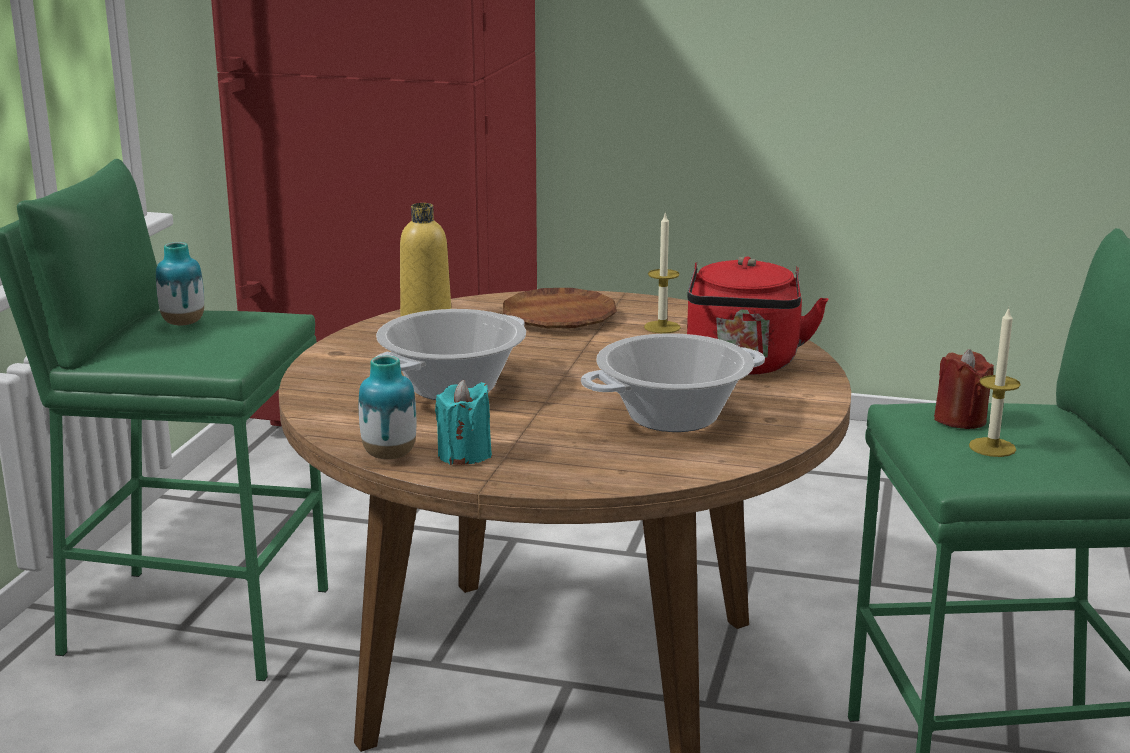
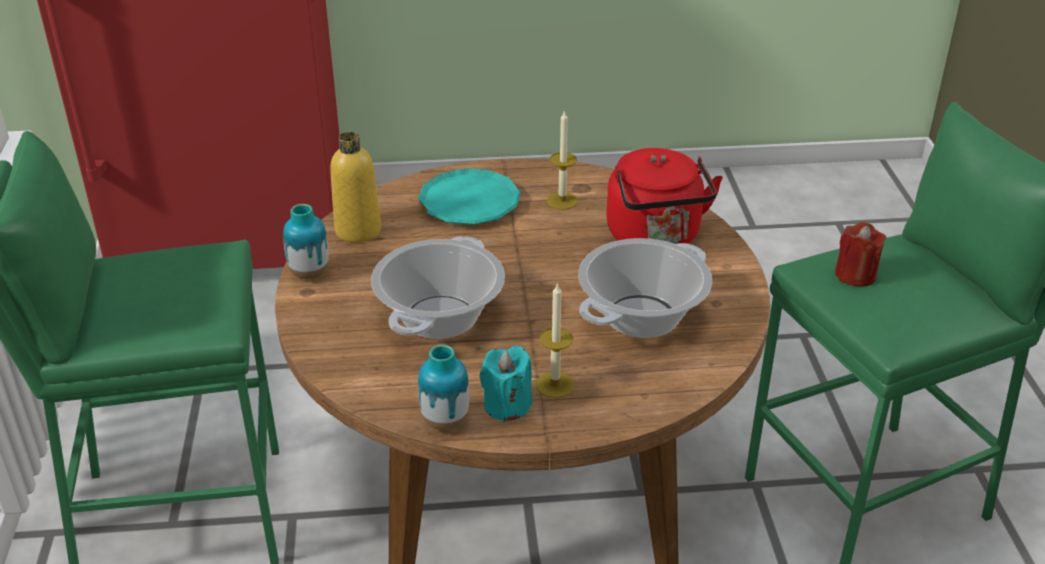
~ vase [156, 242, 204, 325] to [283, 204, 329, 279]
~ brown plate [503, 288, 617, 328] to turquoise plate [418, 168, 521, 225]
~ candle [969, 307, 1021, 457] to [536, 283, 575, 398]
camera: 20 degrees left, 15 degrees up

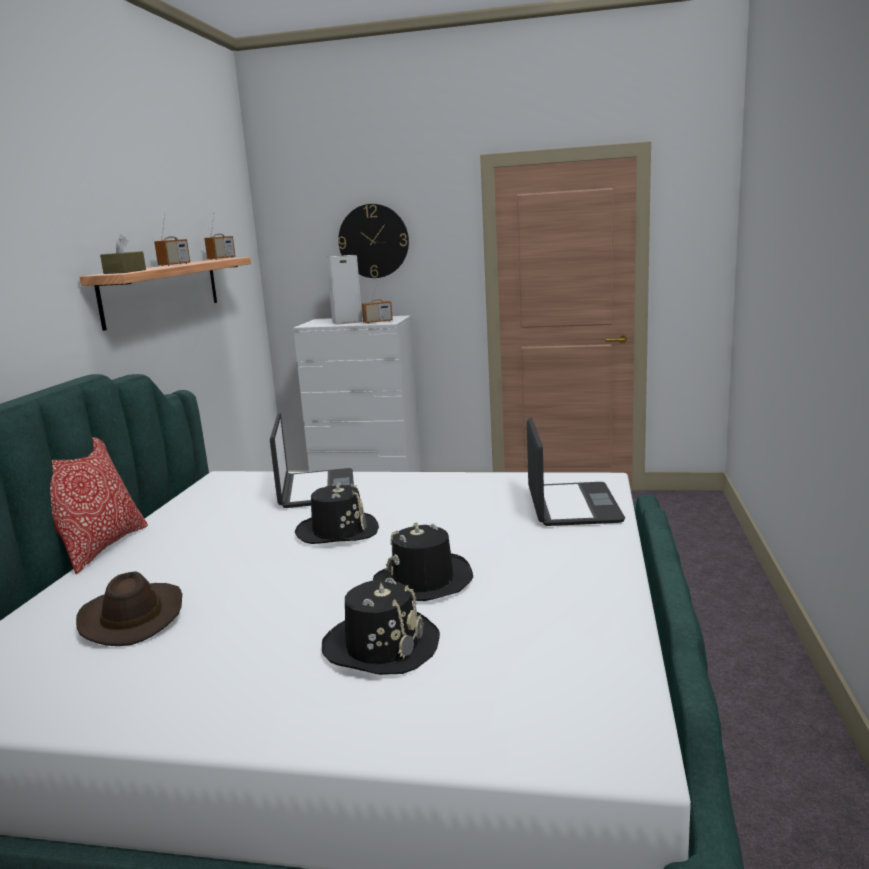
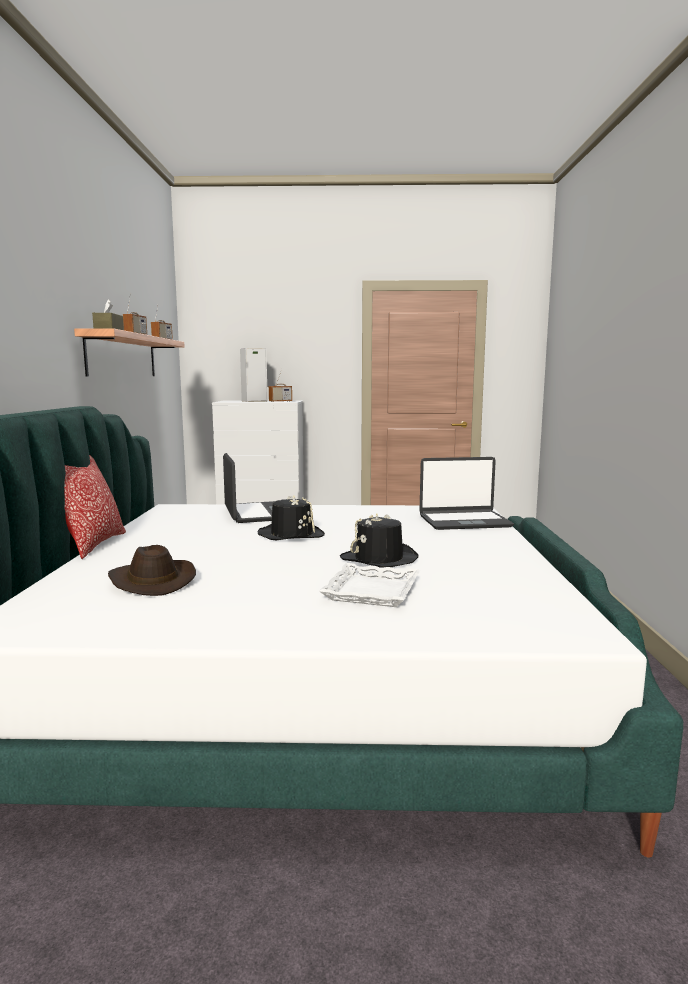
~ black hat [322, 577, 440, 675] to white tray [319, 563, 420, 607]
- wall clock [338, 204, 409, 278]
~ laptop [527, 418, 625, 526] = [419, 457, 514, 530] 90 degrees clockwise
camera: 10 degrees left, 5 degrees down

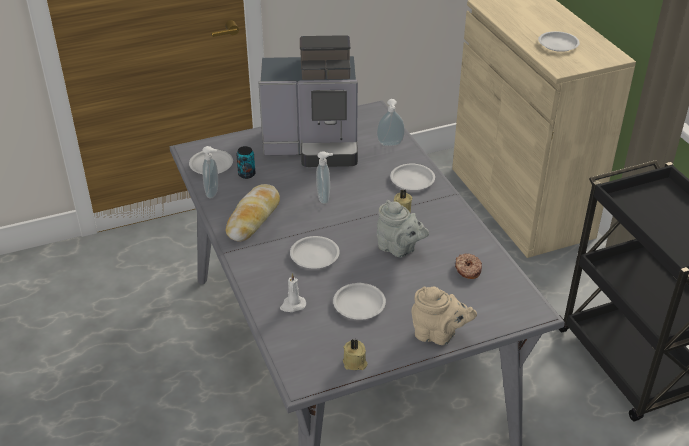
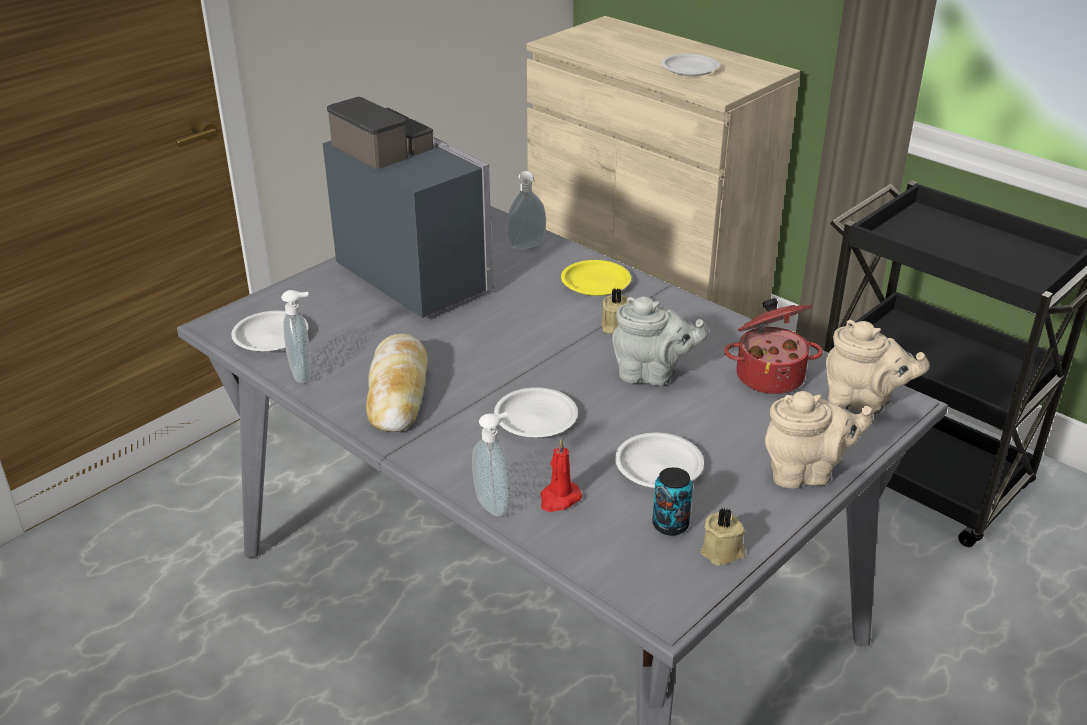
~ can [236, 146, 255, 179] to [652, 467, 693, 536]
~ coffee machine [259, 35, 358, 167] = [323, 97, 493, 318] 105 degrees counterclockwise
~ white candle [280, 273, 306, 312] to red candle [540, 438, 582, 512]
~ soap dispenser [316, 151, 333, 204] to [472, 412, 511, 517]
~ white plate [390, 164, 435, 190] to yellow plate [561, 260, 631, 296]
~ donut [455, 253, 482, 279] to cooking pot [724, 298, 823, 394]
+ beige teapot [826, 320, 930, 415]
camera: 25 degrees left, 5 degrees down

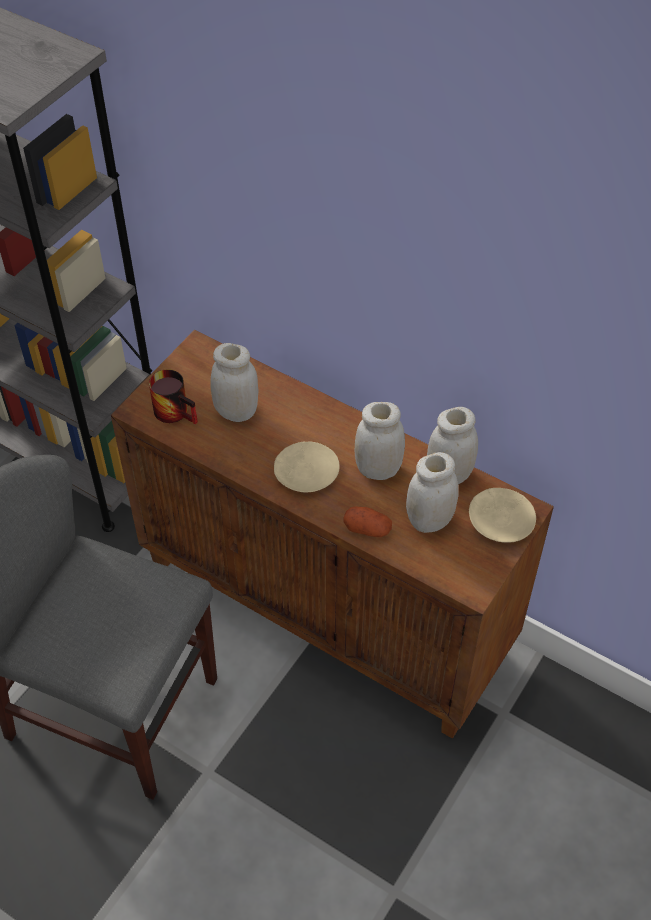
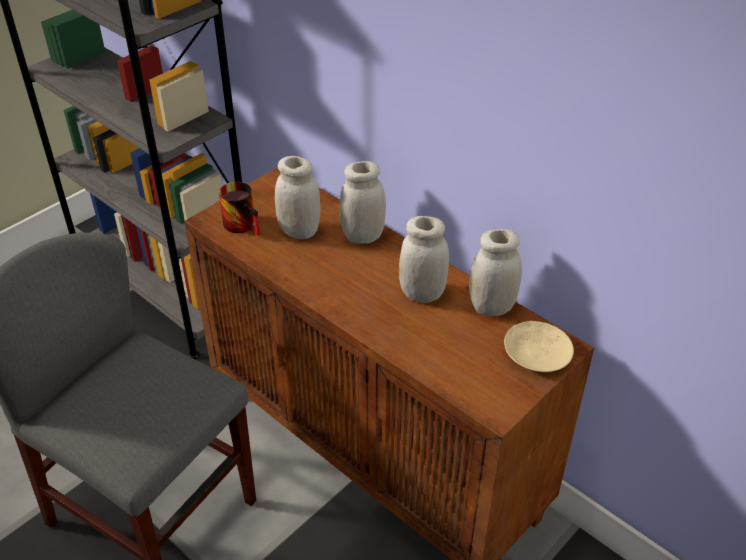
- beige plate [274, 441, 340, 492]
- potato [343, 506, 392, 537]
~ white jar [406, 452, 459, 533] to [339, 161, 386, 244]
camera: 10 degrees right, 10 degrees down

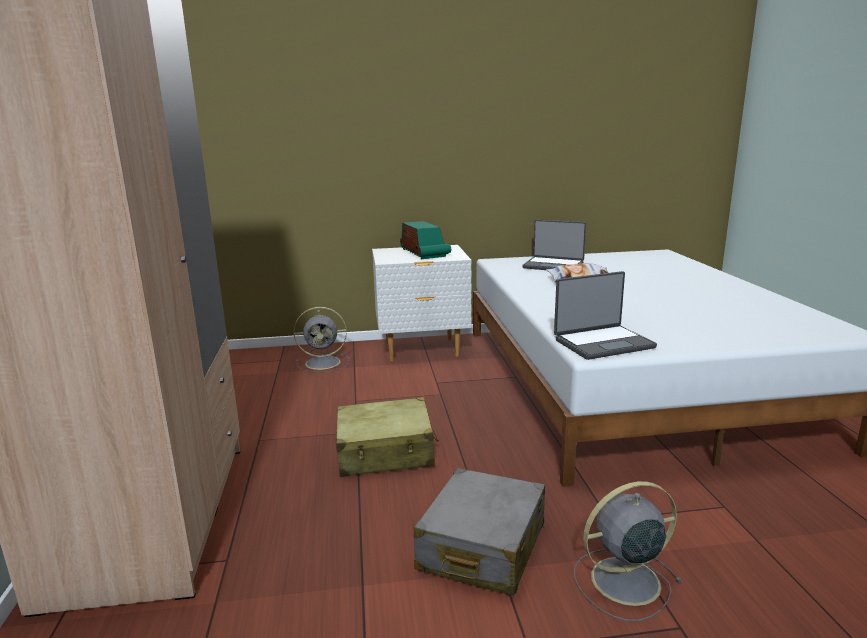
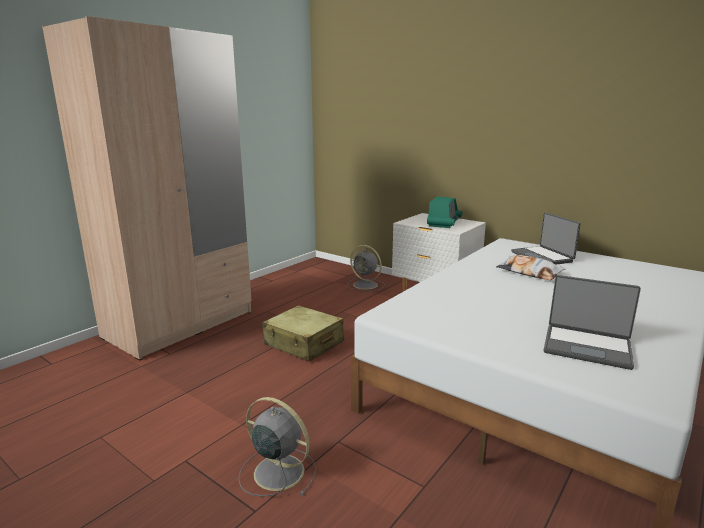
- grey suitcase [414, 468, 545, 596]
~ laptop [554, 271, 657, 360] to [544, 275, 641, 370]
camera: 45 degrees right, 0 degrees up

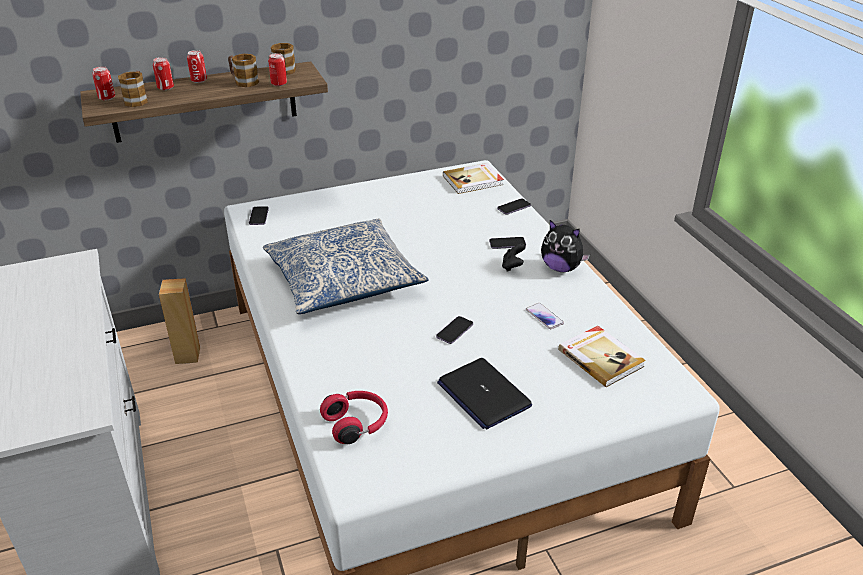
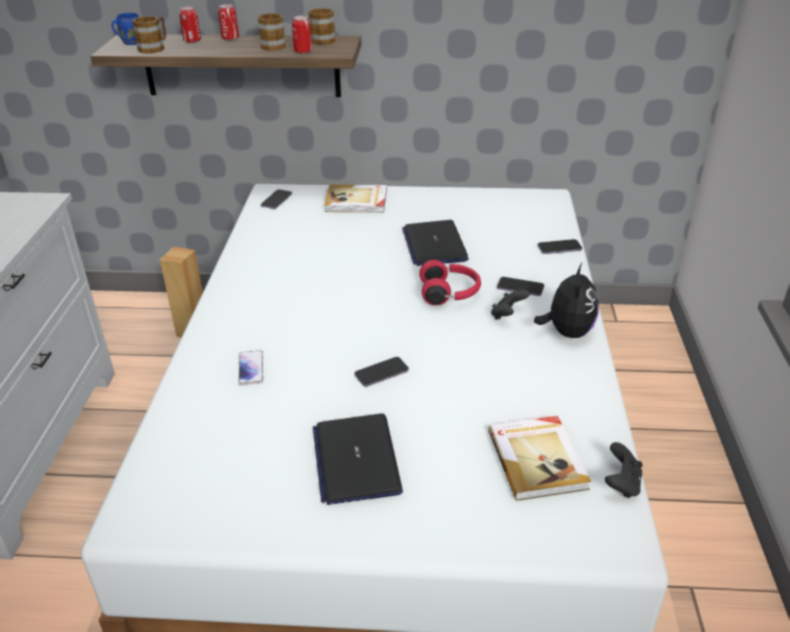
~ can [92, 66, 115, 100] to blue mug [111, 13, 139, 45]
- pillow [263, 219, 429, 314]
~ red headphones [320, 391, 388, 444] to [420, 260, 481, 305]
~ book [443, 163, 504, 194] to [324, 184, 387, 213]
~ phone [526, 303, 564, 329] to [238, 350, 263, 385]
~ plush toy [541, 220, 590, 272] = [534, 263, 599, 338] 135 degrees counterclockwise
+ laptop [402, 220, 469, 266]
+ black game controller [605, 442, 643, 498]
camera: 25 degrees right, 0 degrees up

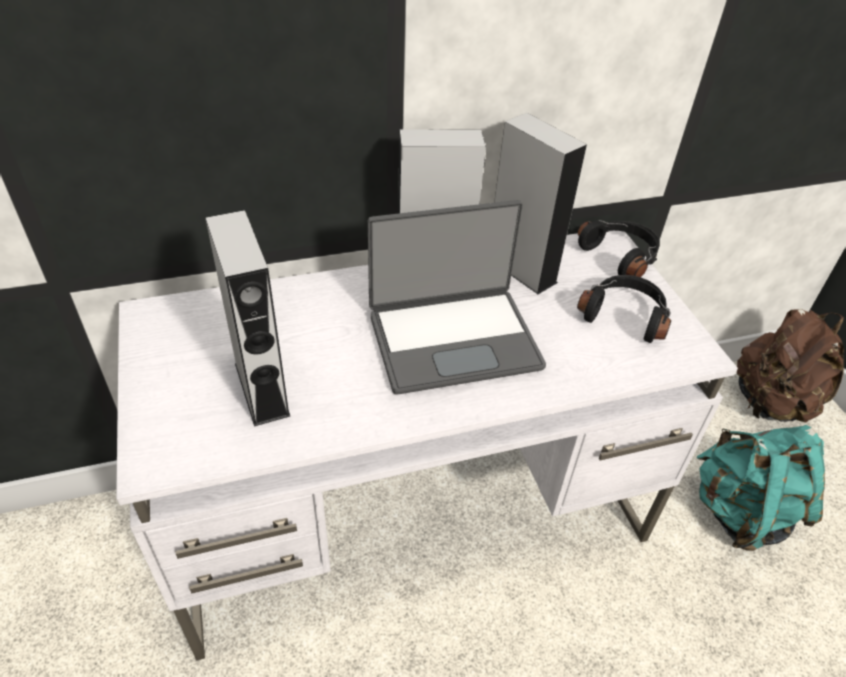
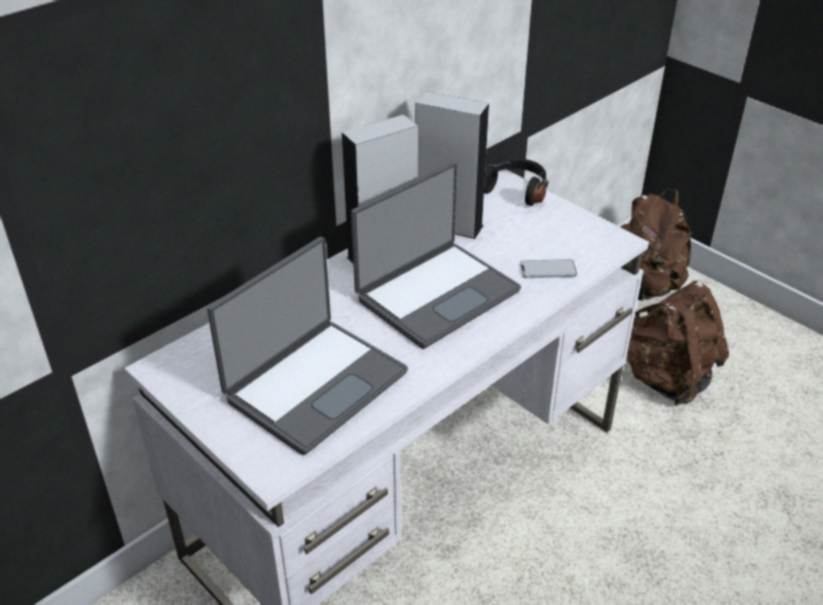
~ grey speaker [205, 210, 290, 426] to laptop [207, 237, 408, 455]
- black headphones [577, 275, 671, 343]
~ turquoise backpack [697, 425, 825, 551] to brown backpack [627, 281, 729, 406]
+ phone [520, 259, 577, 278]
camera: 25 degrees left, 5 degrees down

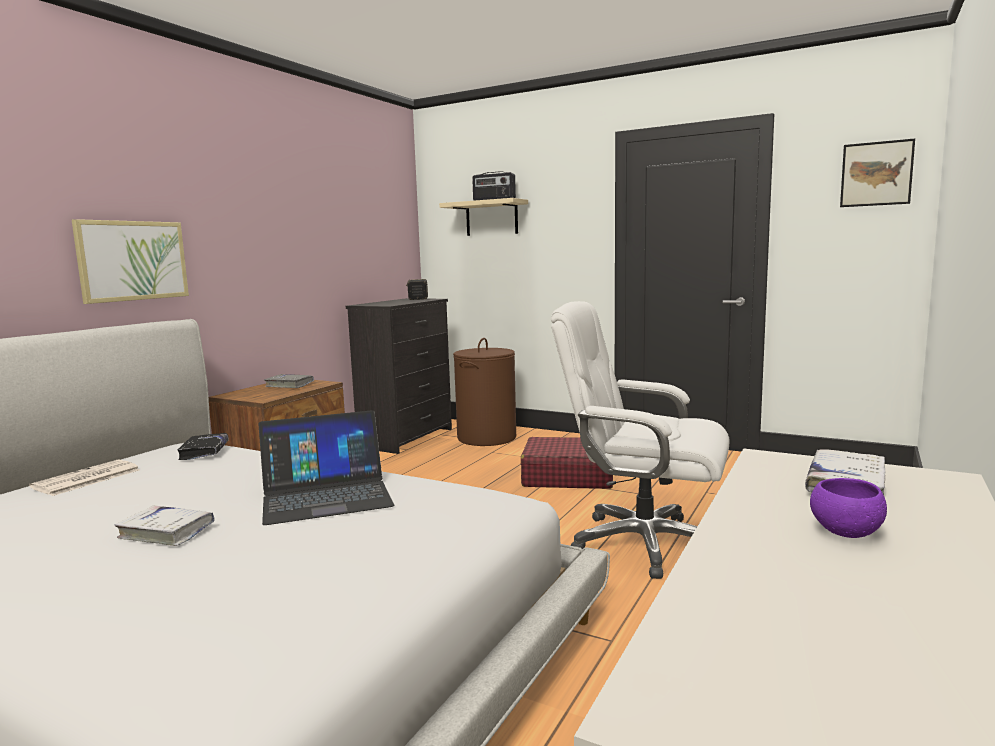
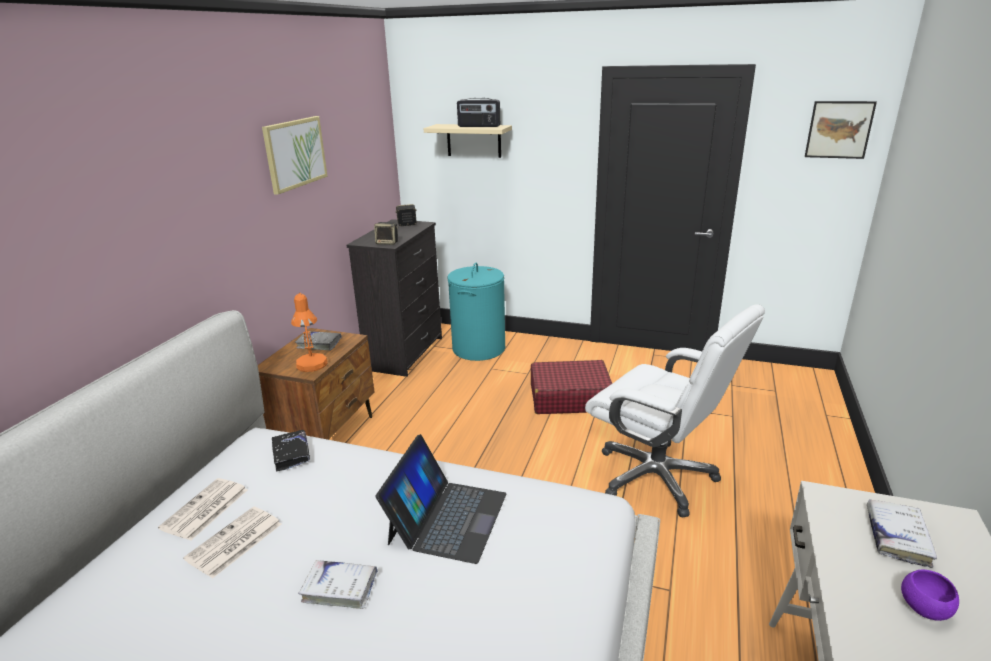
~ picture [72, 219, 189, 304] to [262, 116, 328, 195]
~ laptop [258, 410, 394, 525] = [376, 434, 506, 564] 45 degrees counterclockwise
~ brown laundry basket [453, 338, 516, 446] to turquoise laundry basket [447, 263, 505, 361]
~ white office chair [551, 301, 729, 579] = [585, 305, 765, 517] 150 degrees counterclockwise
+ newspaper [183, 507, 281, 579]
+ orange table lamp [291, 293, 328, 372]
+ speaker [374, 222, 398, 245]
camera: 10 degrees left, 15 degrees up

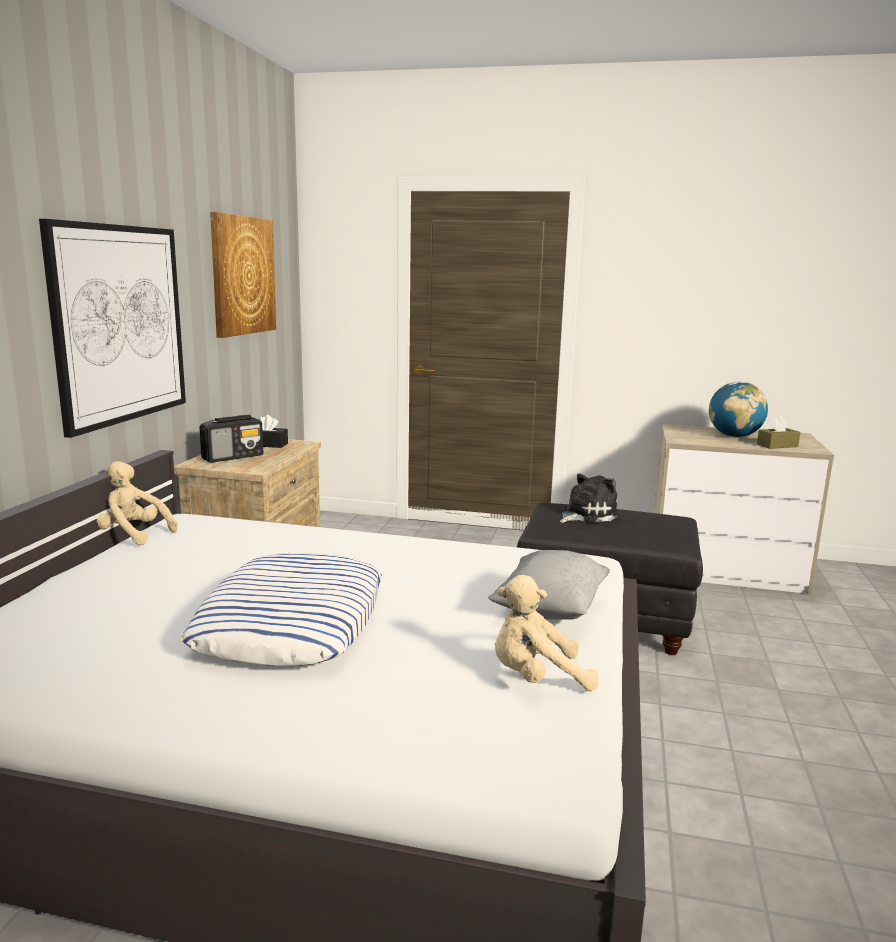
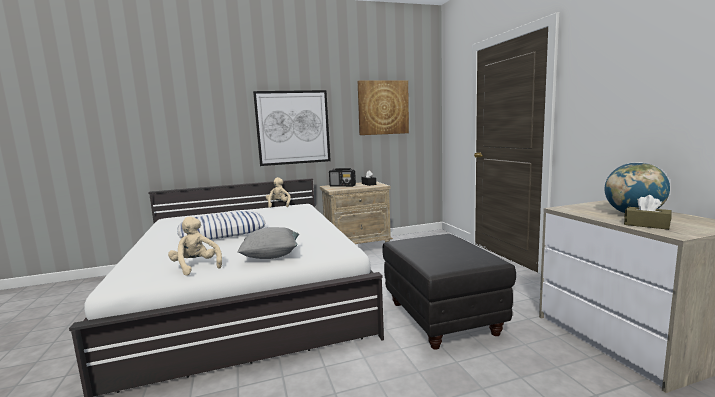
- plush toy [560, 474, 619, 523]
camera: 60 degrees right, 5 degrees down

